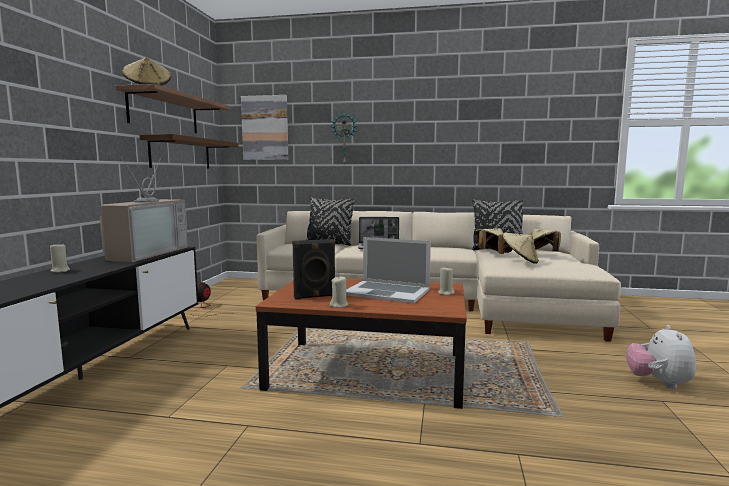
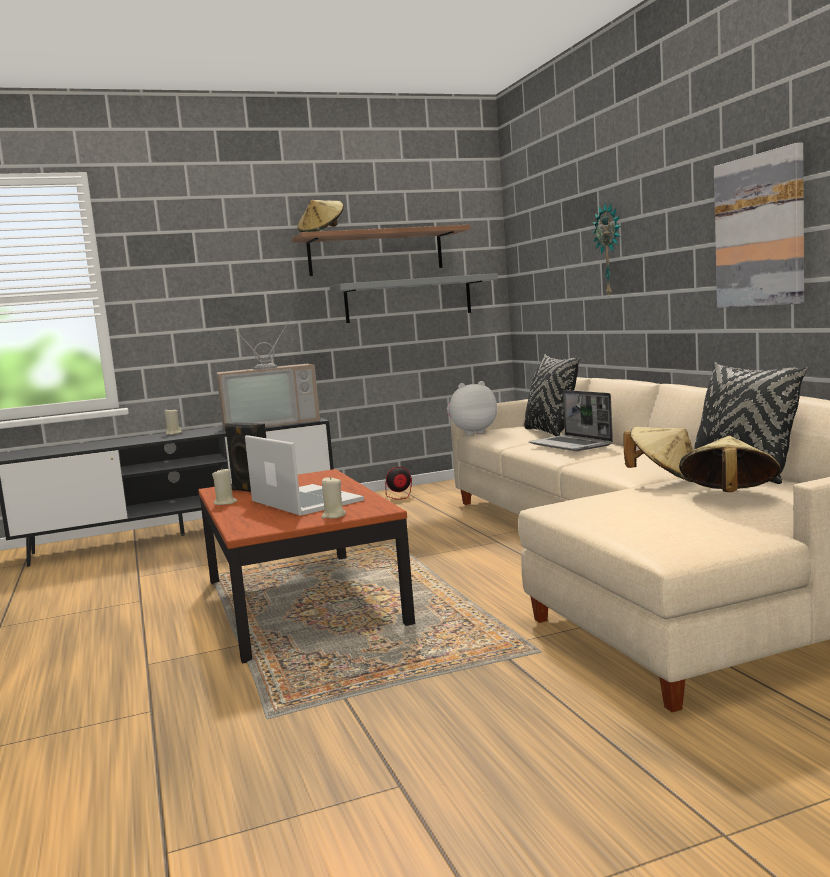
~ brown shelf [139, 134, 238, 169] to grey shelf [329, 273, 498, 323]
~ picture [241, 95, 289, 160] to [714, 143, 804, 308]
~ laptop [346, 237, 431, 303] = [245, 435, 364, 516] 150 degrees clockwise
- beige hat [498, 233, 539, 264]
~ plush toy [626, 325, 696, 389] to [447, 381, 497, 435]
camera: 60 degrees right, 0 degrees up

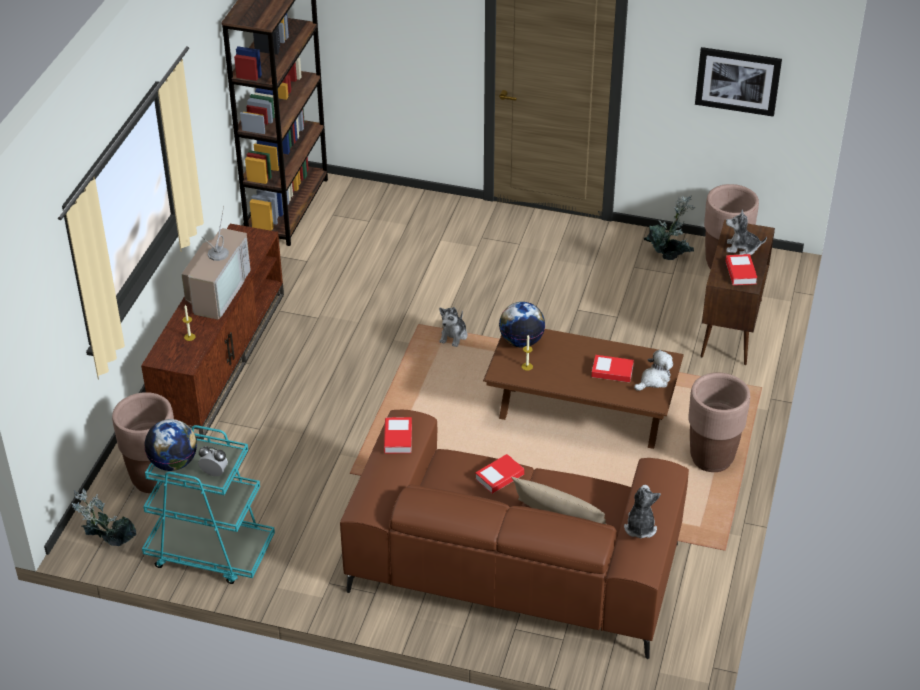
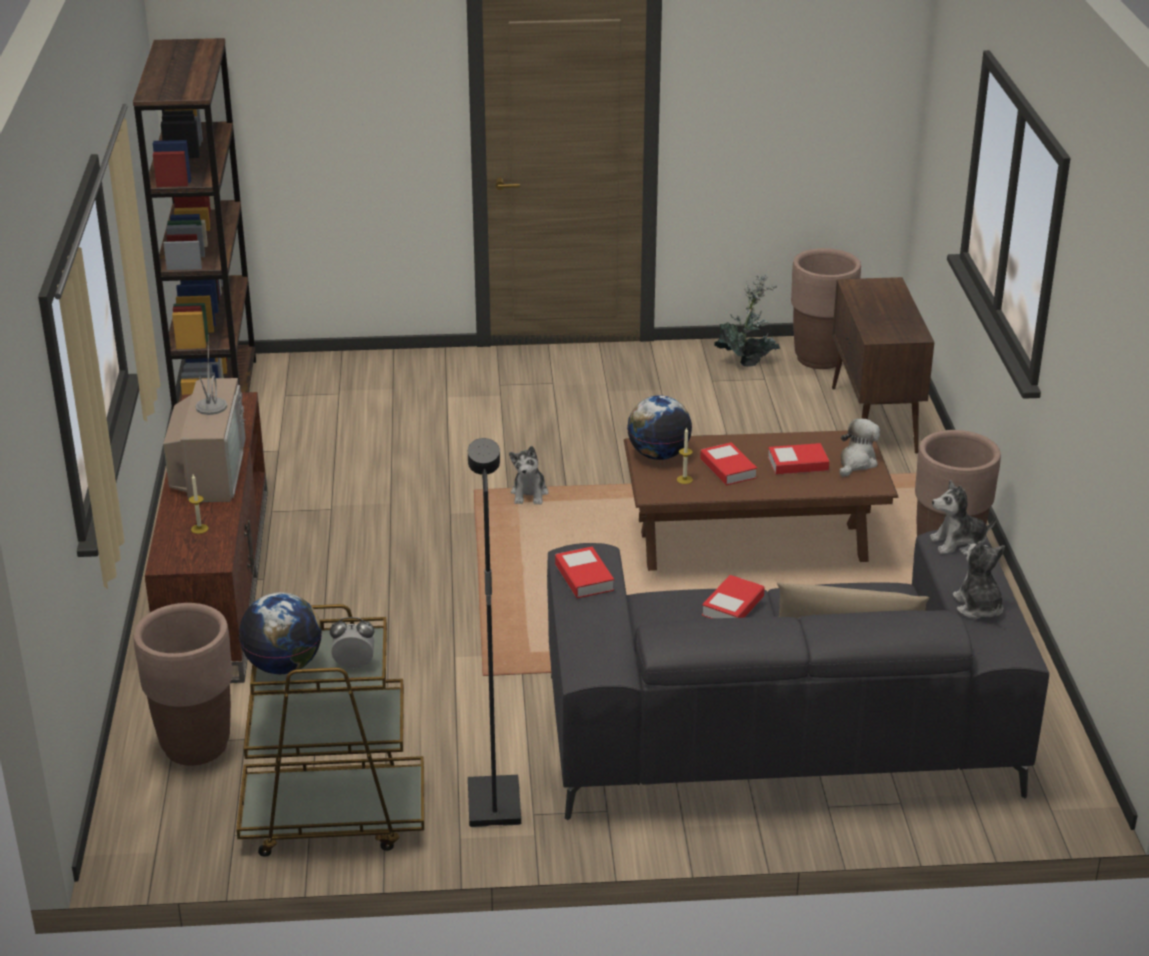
- potted plant [72, 488, 136, 546]
~ turquoise cart [142, 425, 275, 584] to brown cart [236, 604, 424, 857]
~ brown sofa [340, 410, 689, 659] to grey sofa [547, 530, 1049, 820]
- picture [695, 47, 782, 116]
~ plush toy [726, 210, 767, 255] to [930, 480, 997, 555]
~ book [726, 254, 757, 285] to [700, 442, 757, 486]
+ black floor lamp [468, 438, 521, 827]
camera: 20 degrees left, 10 degrees down

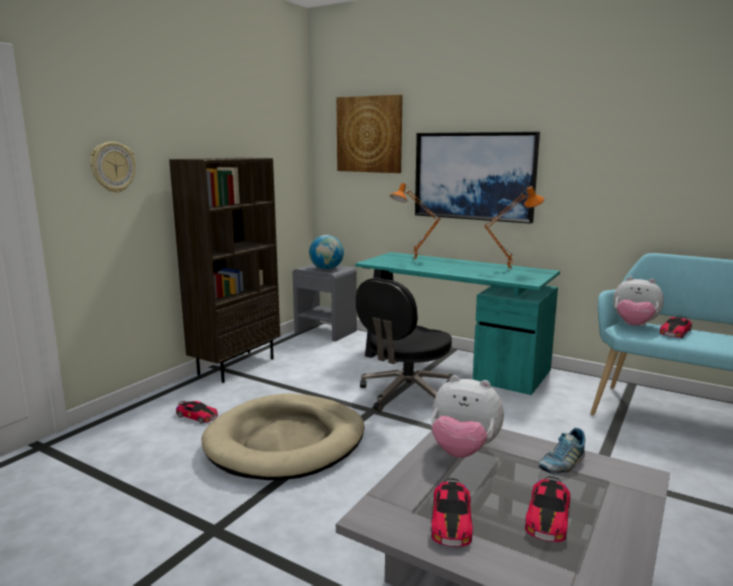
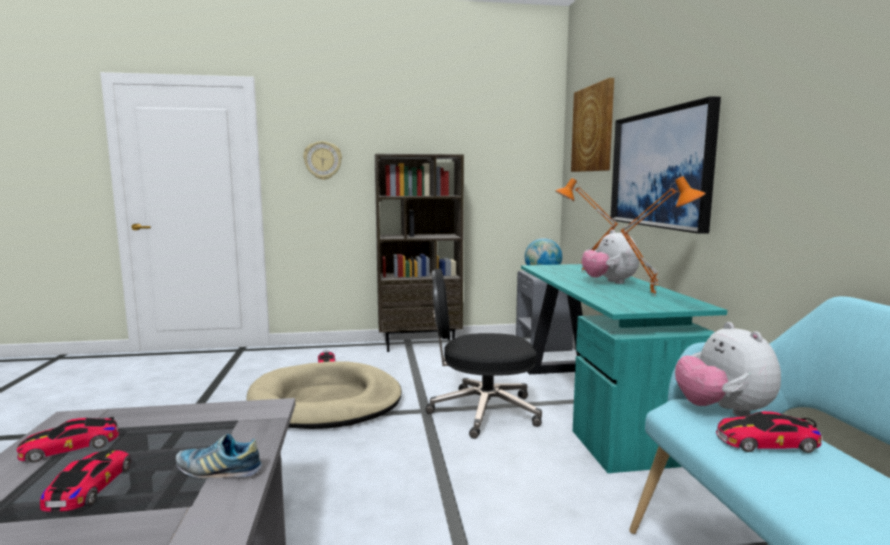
~ plush toy [431, 375, 504, 458] to [582, 230, 639, 284]
~ toy car [525, 476, 571, 542] = [40, 450, 131, 512] 105 degrees clockwise
camera: 50 degrees right, 5 degrees down

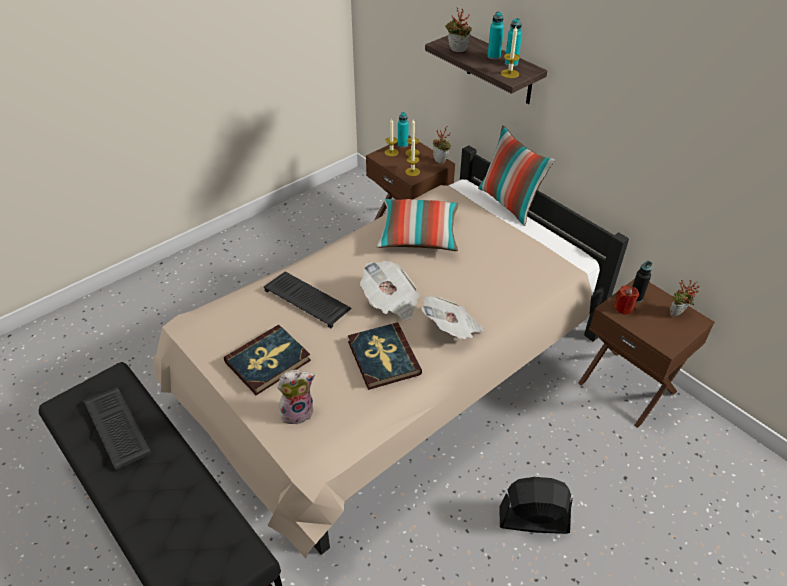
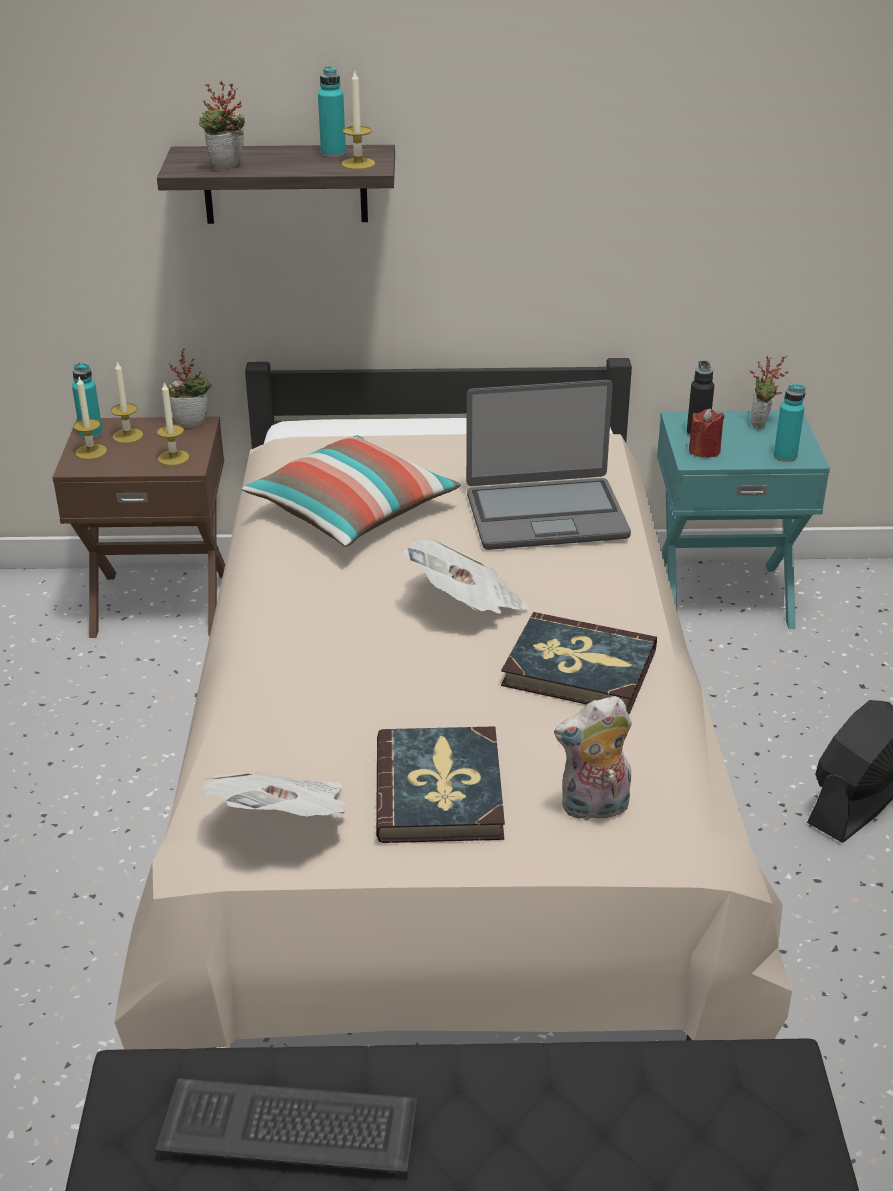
- keyboard [263, 271, 352, 328]
~ plush toy [277, 370, 315, 424] = [554, 696, 632, 822] 120 degrees counterclockwise
~ newspaper [421, 295, 485, 340] to [201, 771, 348, 816]
- pillow [478, 125, 555, 226]
~ turquoise bottle [487, 12, 504, 60] to [774, 384, 805, 462]
~ brown nightstand [578, 279, 715, 428] to turquoise nightstand [657, 410, 830, 629]
+ laptop [466, 380, 631, 550]
camera: 50 degrees left, 10 degrees down

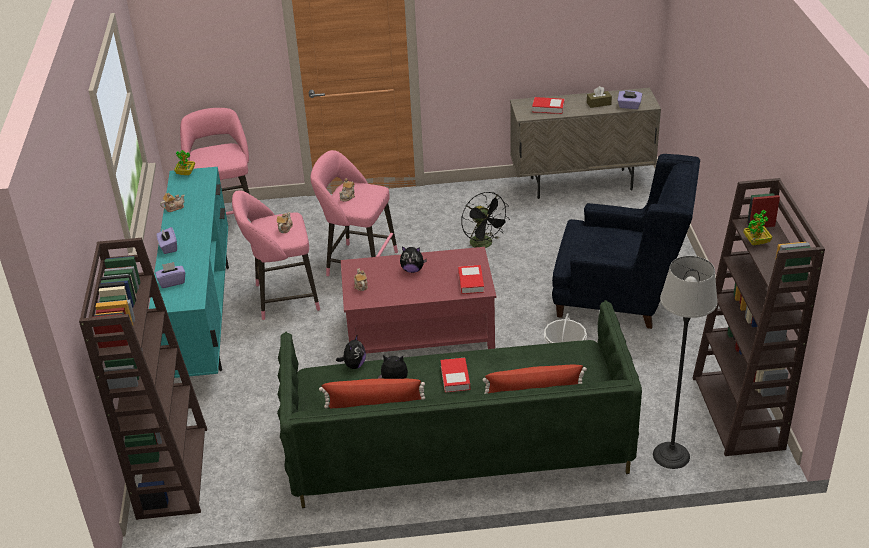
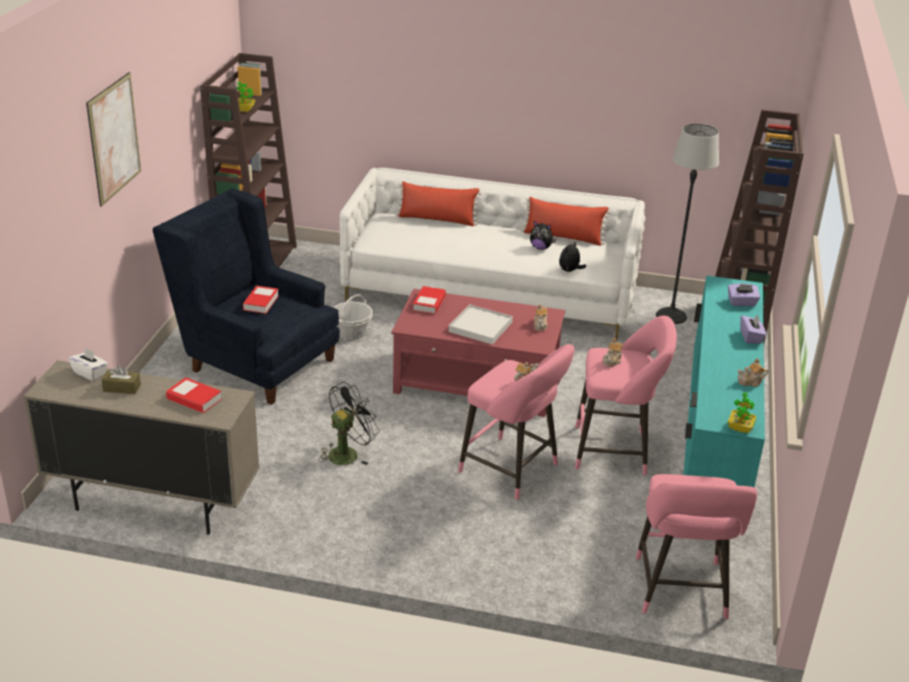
~ green sofa [277, 300, 642, 508] to white sofa [340, 168, 646, 340]
~ plush toy [400, 247, 427, 273] to white tray [449, 305, 513, 345]
~ book [440, 358, 470, 393] to [243, 286, 279, 314]
~ black fan [461, 192, 510, 248] = [318, 382, 380, 465] 60 degrees clockwise
~ purple tissue box [617, 91, 642, 109] to white tissue box [69, 348, 108, 381]
~ floor lamp [653, 256, 718, 469] to [656, 124, 719, 324]
+ picture [86, 72, 141, 207]
camera: 165 degrees left, 5 degrees down

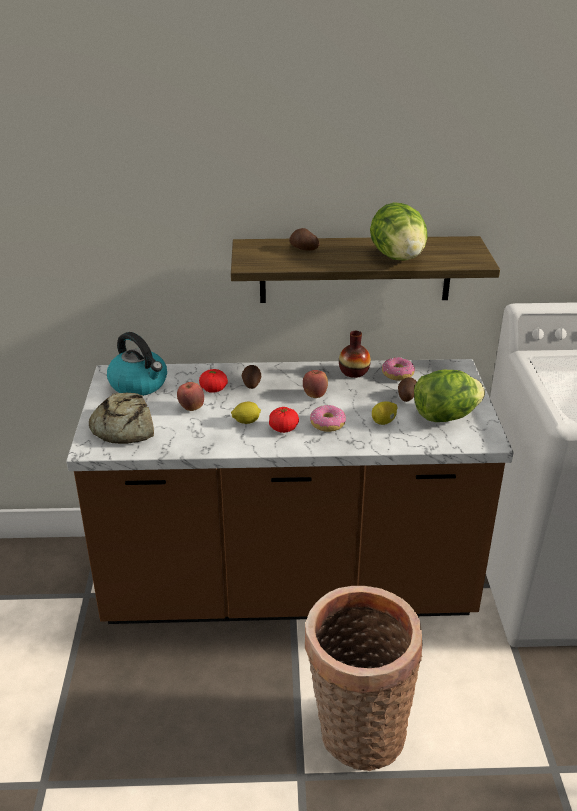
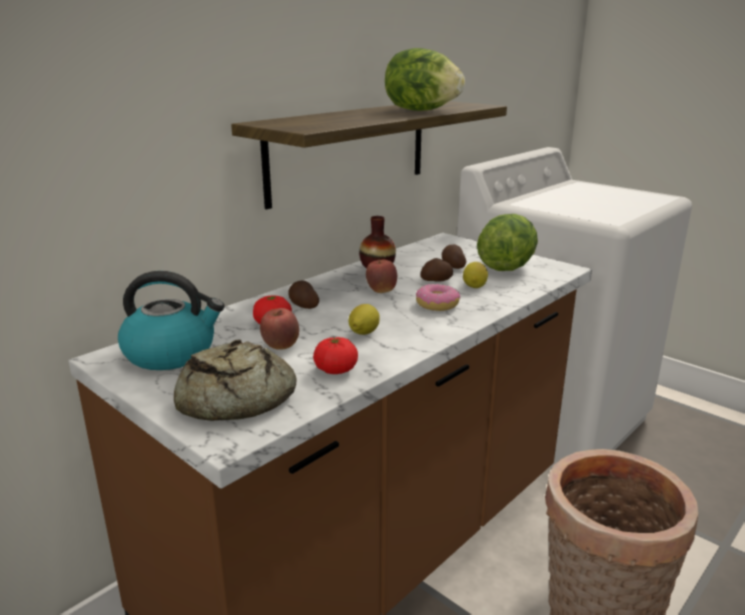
~ tomato [269, 407, 299, 433] to [313, 337, 358, 374]
~ potato [289, 228, 319, 251] to [420, 258, 453, 282]
- donut [382, 357, 415, 381]
camera: 45 degrees left, 10 degrees down

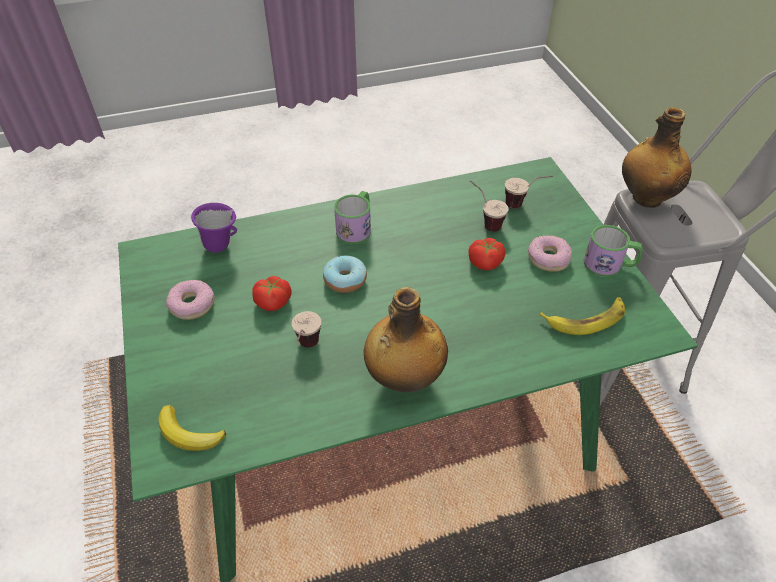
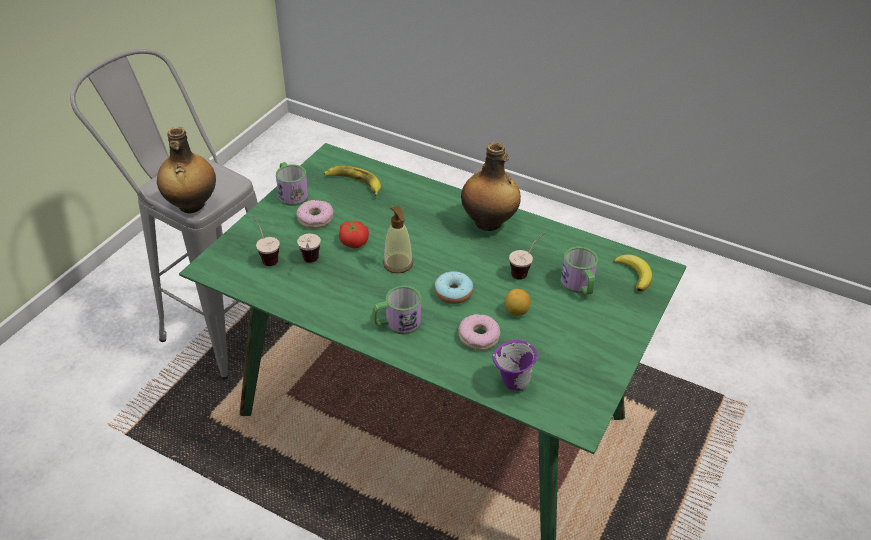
~ donut [166, 280, 215, 320] to [458, 314, 500, 350]
~ tomato [252, 276, 292, 311] to lemon [505, 289, 531, 316]
+ soap dispenser [383, 206, 413, 273]
+ mug [561, 247, 598, 295]
camera: 135 degrees left, 5 degrees down

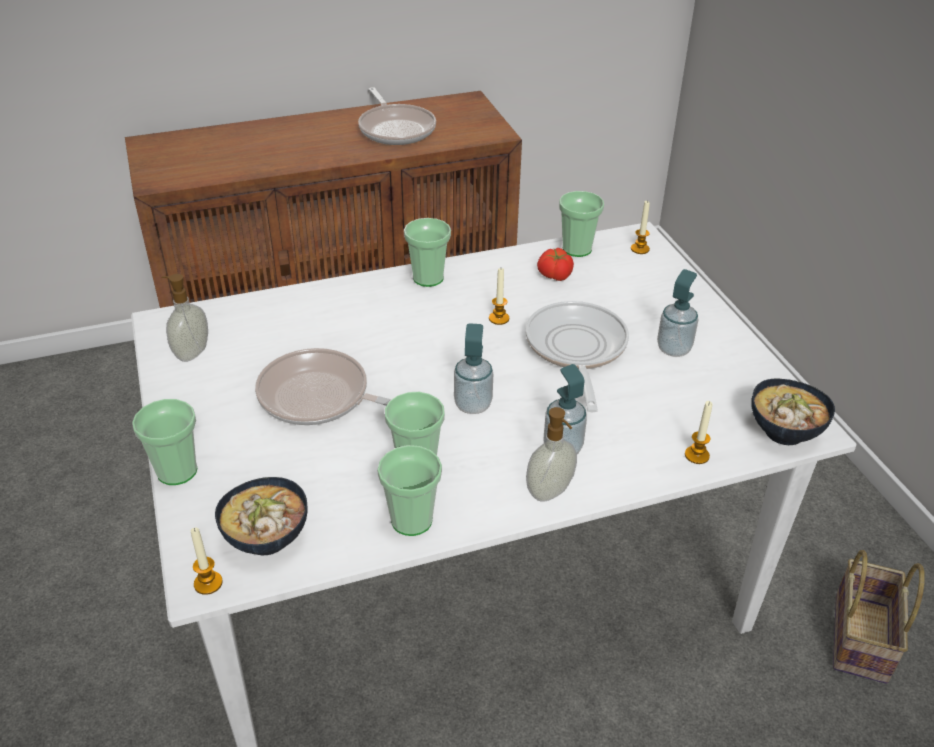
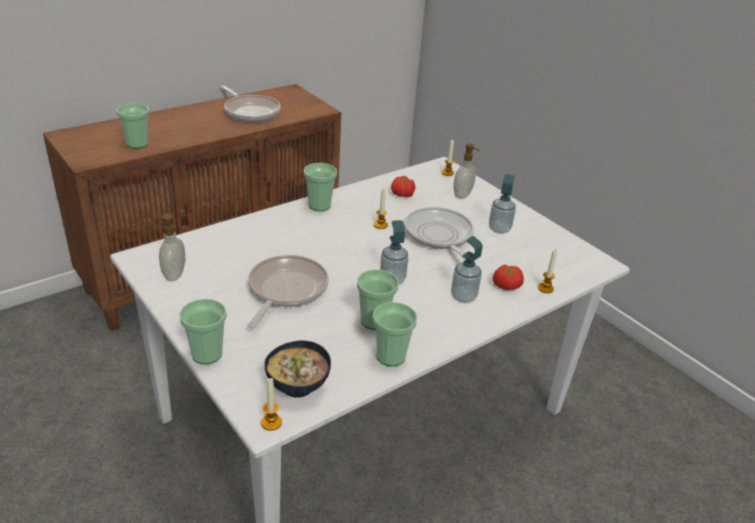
~ frying pan [255, 348, 392, 425] = [247, 255, 329, 328] 105 degrees clockwise
~ soap dispenser [526, 407, 577, 502] to [453, 143, 480, 199]
~ cup [559, 191, 604, 257] to [116, 103, 149, 149]
- bowl [751, 378, 835, 445]
- basket [833, 550, 925, 684]
+ tomato [493, 264, 524, 290]
camera: 20 degrees left, 5 degrees down

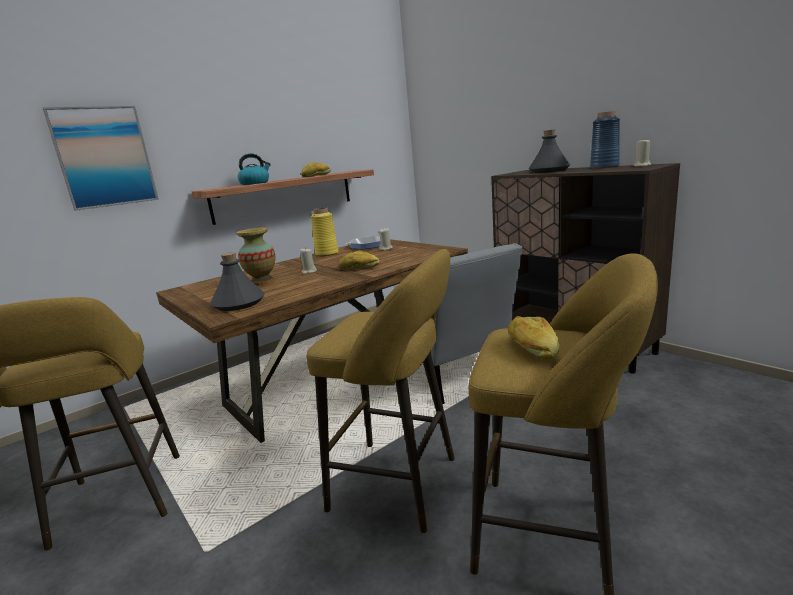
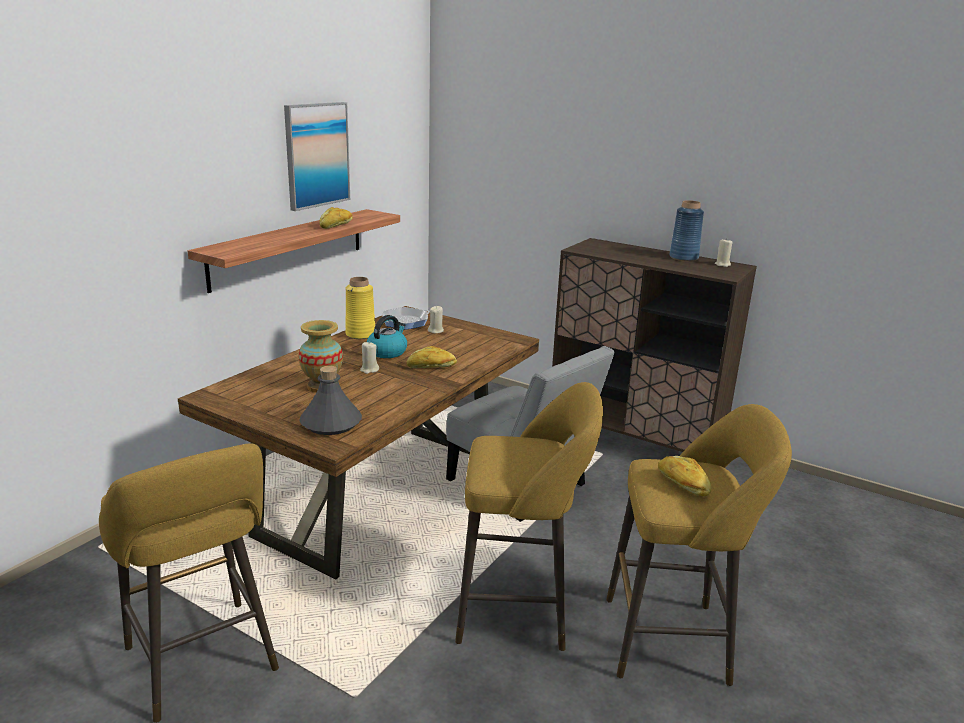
~ picture [42, 106, 159, 211] to [284, 102, 350, 211]
~ kettle [238, 154, 271, 185] to [367, 315, 407, 358]
- grey bottle [529, 130, 570, 173]
camera: 20 degrees left, 5 degrees up

